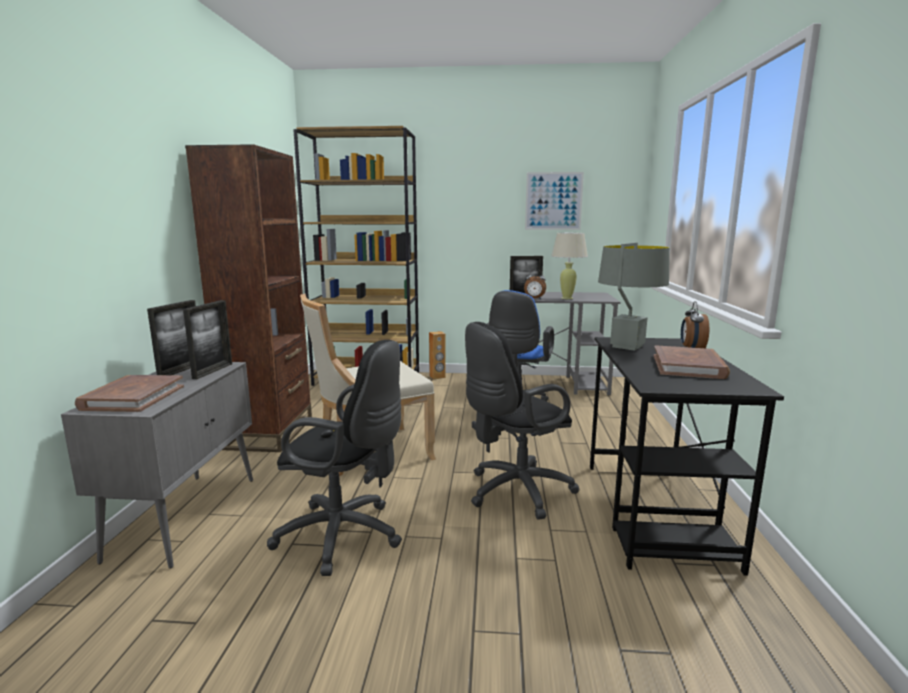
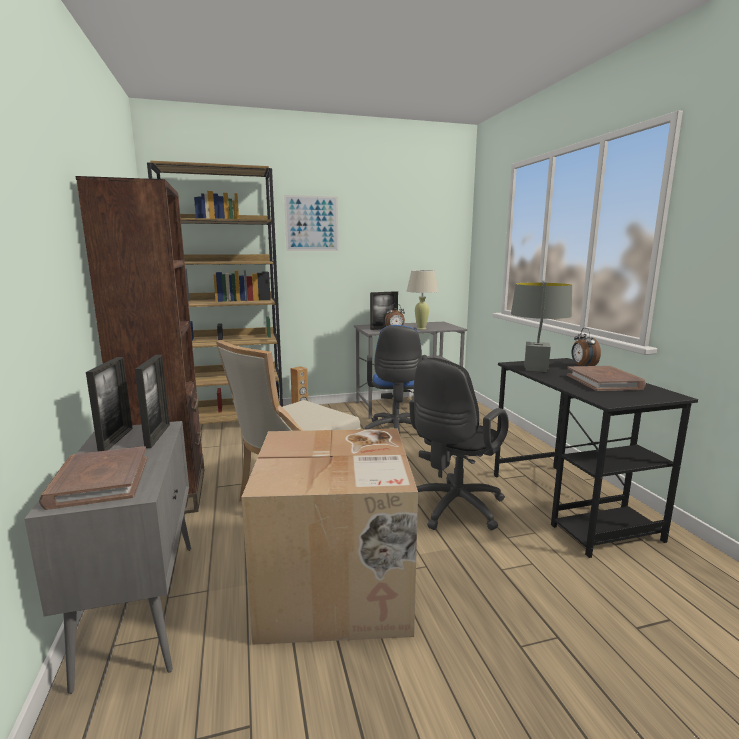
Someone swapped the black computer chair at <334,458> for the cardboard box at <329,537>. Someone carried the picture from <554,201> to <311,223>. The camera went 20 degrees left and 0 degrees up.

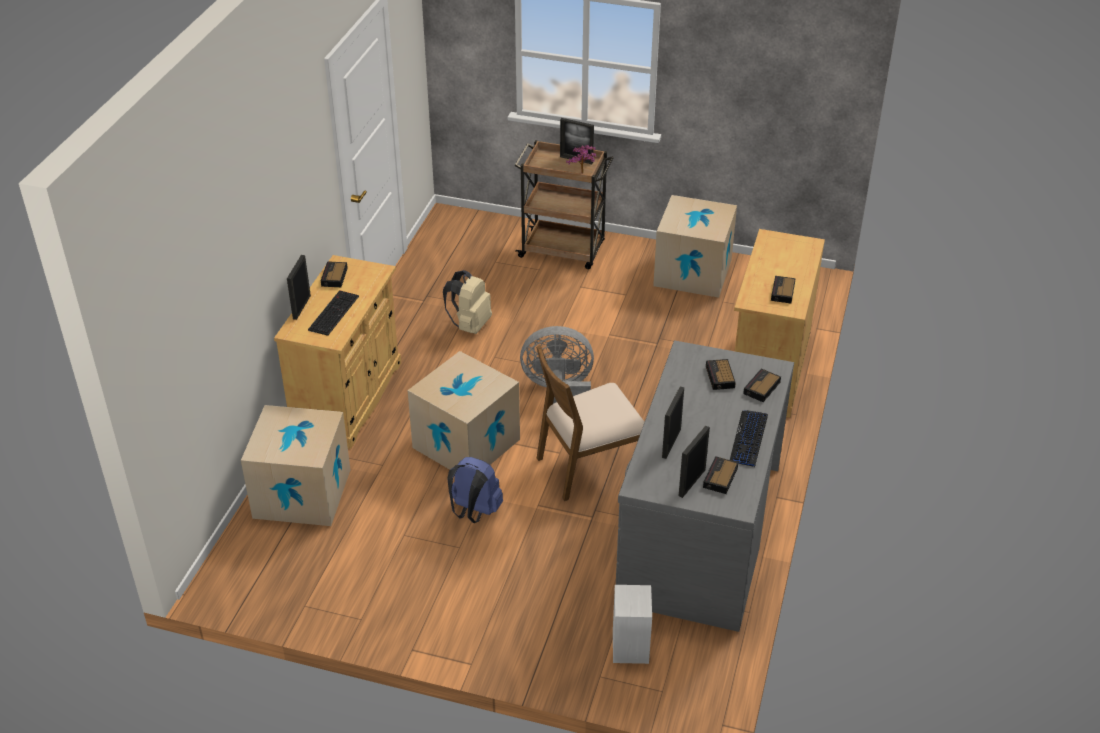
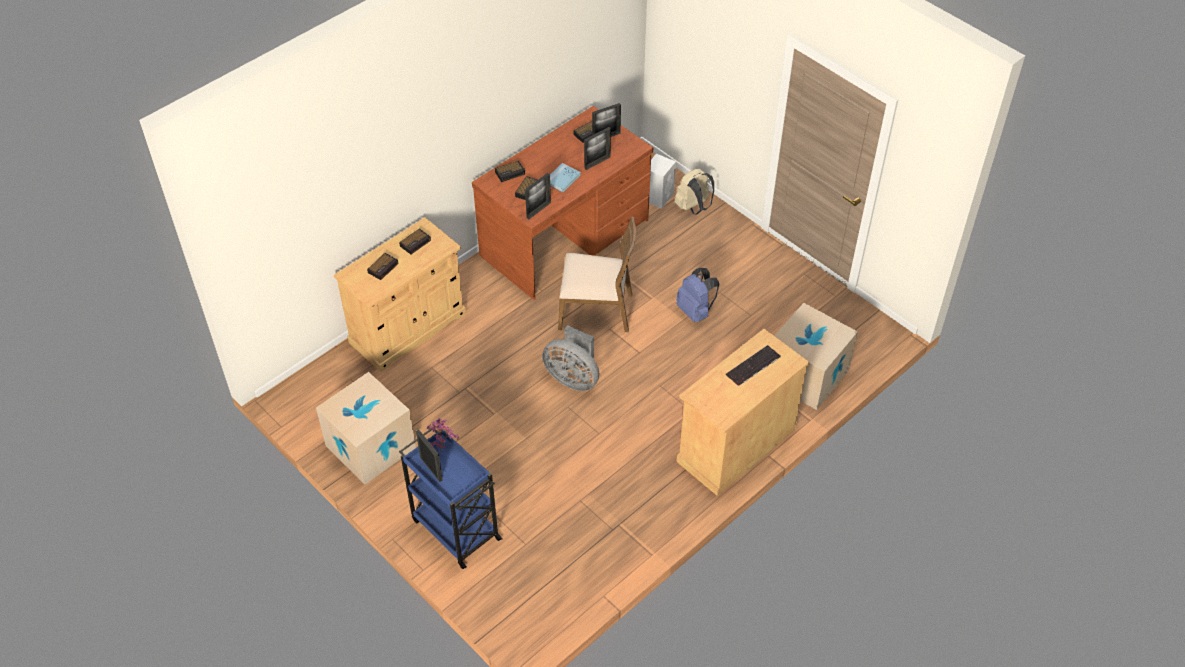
Someone carried the photo frame from <299,287> to <538,196>. Someone carried the table clock from <334,274> to <382,266>. Someone took away the cardboard box at <463,410>. Someone carried the sand-coloured knapsack from <467,302> to <694,192>. Someone repainted the brown trolley at <563,204>, which became the bluish trolley at <451,499>. Someone repainted the gray desk table at <705,486>, which became the brown desk table at <562,203>. Someone took away the computer keyboard at <749,438>. Someone put down the bluish book at <565,177>. The camera went 150 degrees left and 10 degrees up.

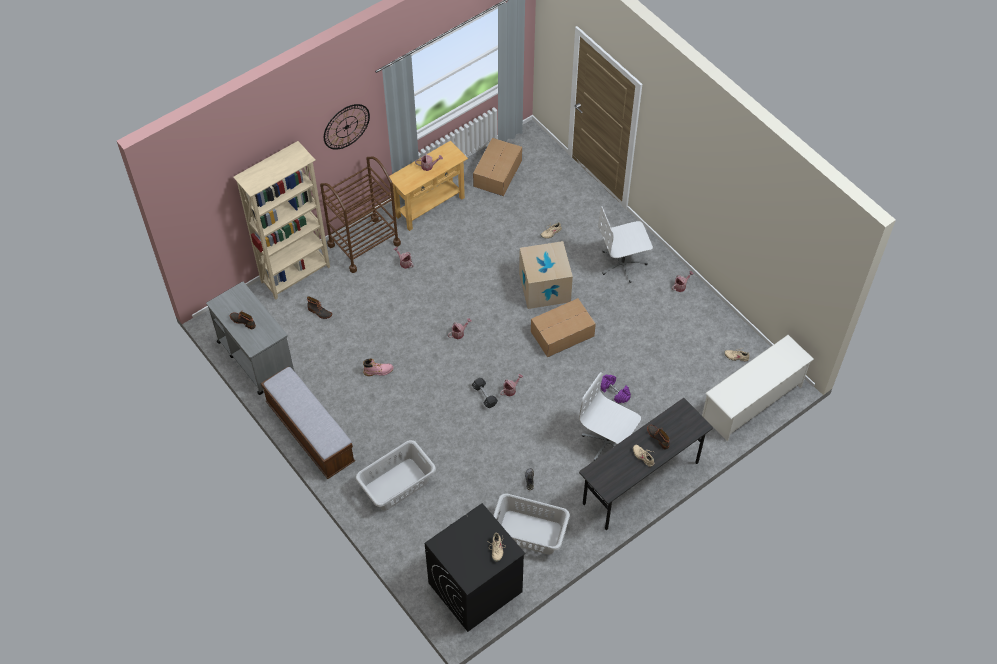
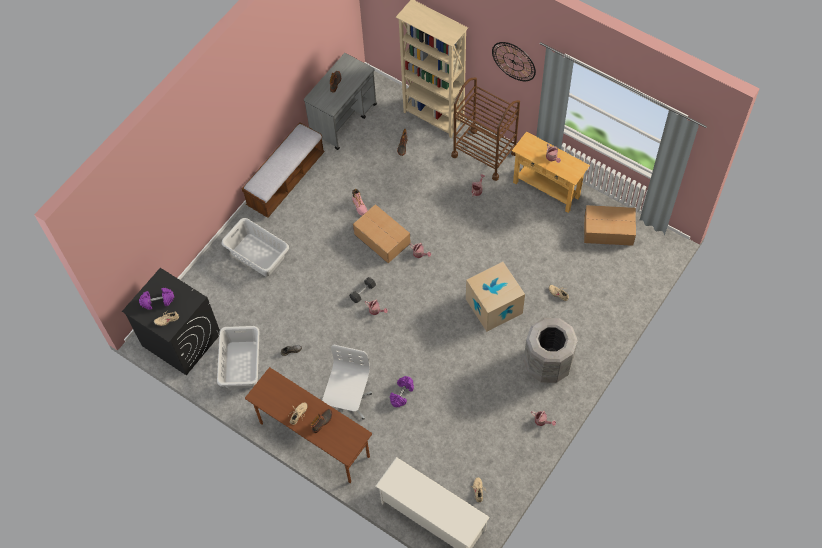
Someone carried the cardboard box from <563,327> to <382,233>. Someone repainted the gray desk table at <646,464>, which became the brown desk table at <308,425>. Someone swapped the white computer chair at <625,244> for the gray rubbish bin at <551,350>. Someone put down the purple-coloured dumbbell at <156,299>. The camera went 75 degrees right and 5 degrees up.

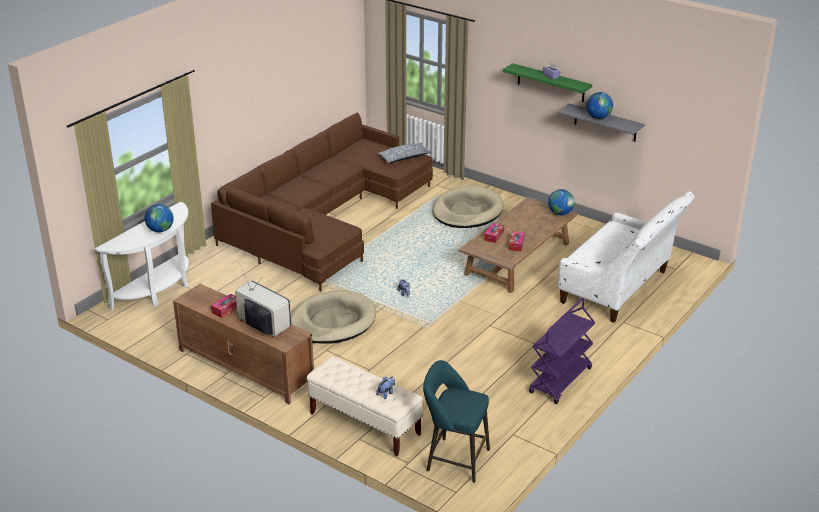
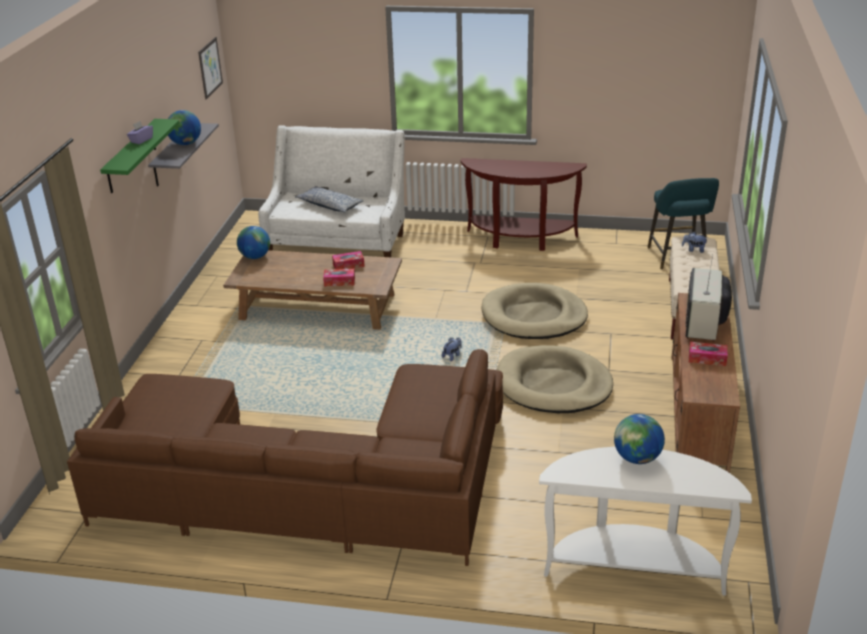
Someone carried the throw pillow from <403,153> to <329,199>. Someone carried the sand-coloured pet bed from <468,207> to <534,311>. Someone swapped the purple-coloured trolley at <562,350> for the brown narrow table at <524,204>. Someone put up the picture at <210,68>. The camera went 115 degrees left and 0 degrees up.

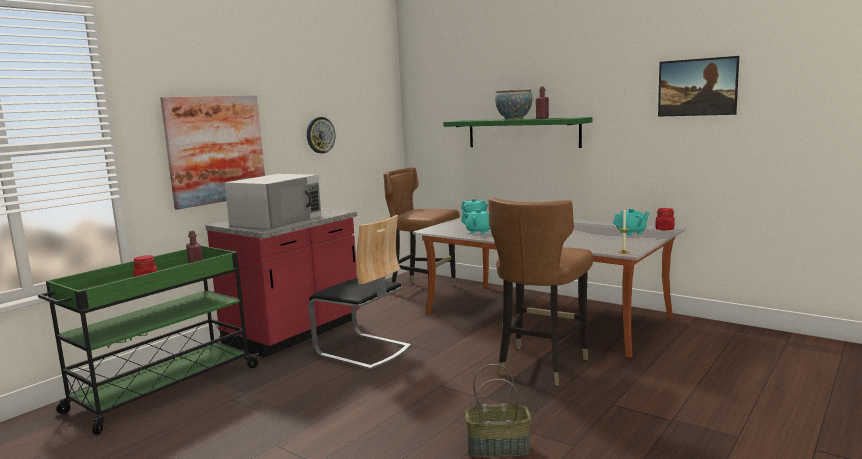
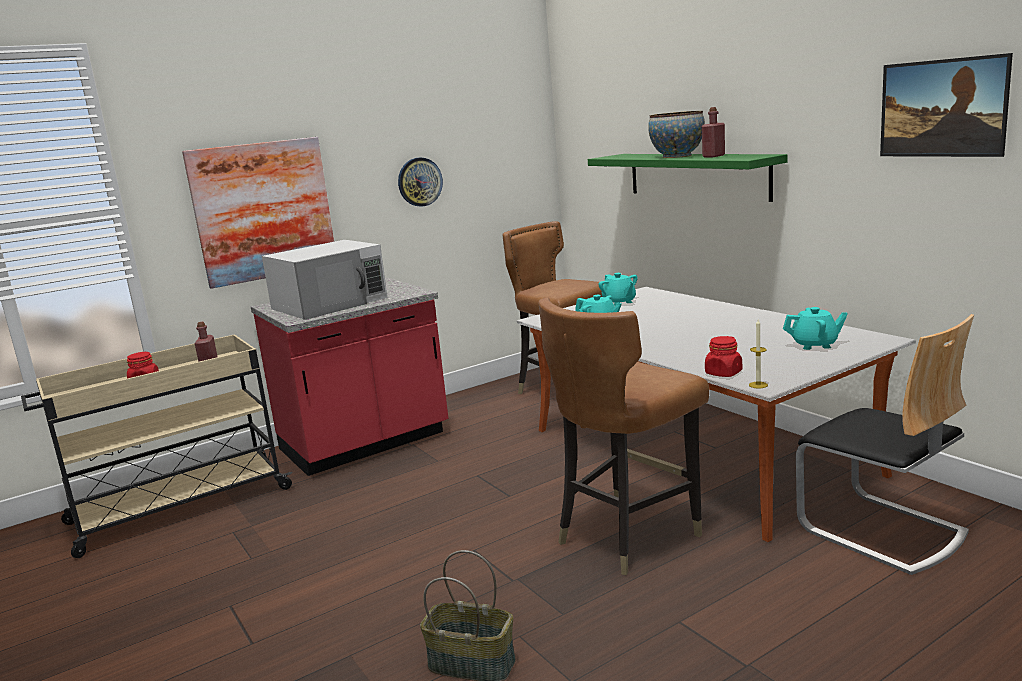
Someone repainted the green-coloured trolley at <148,340>, which became the sand-coloured trolley at <156,446>. Someone carried the chair from <360,292> to <885,444>. Someone carried the red-coloured storage jar from <665,219> to <723,356>. The camera went 20 degrees right and 5 degrees up.

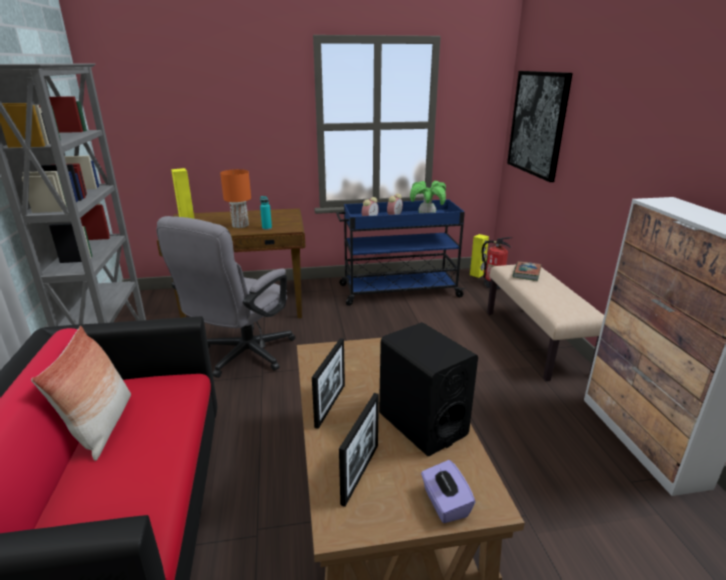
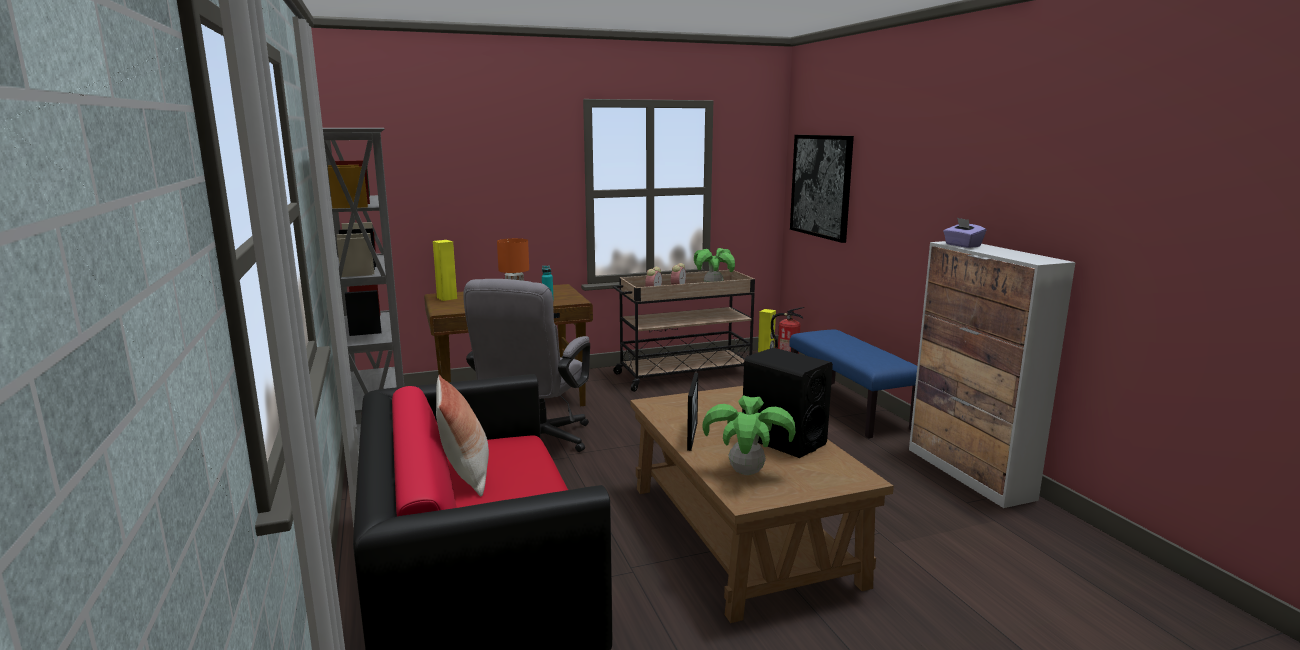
Someone repainted the bluish trolley at <400,252>, which became the sand-coloured trolley at <684,331>. Someone swapped the photo frame at <359,450> for the houseplant at <748,435>. Someone carried the purple-coloured tissue box from <448,491> to <964,233>. Someone repainted the sand-coloured indoor bench at <545,323>, which became the bluish indoor bench at <853,384>. Someone took away the book at <527,271>. The camera went 10 degrees left and 10 degrees down.

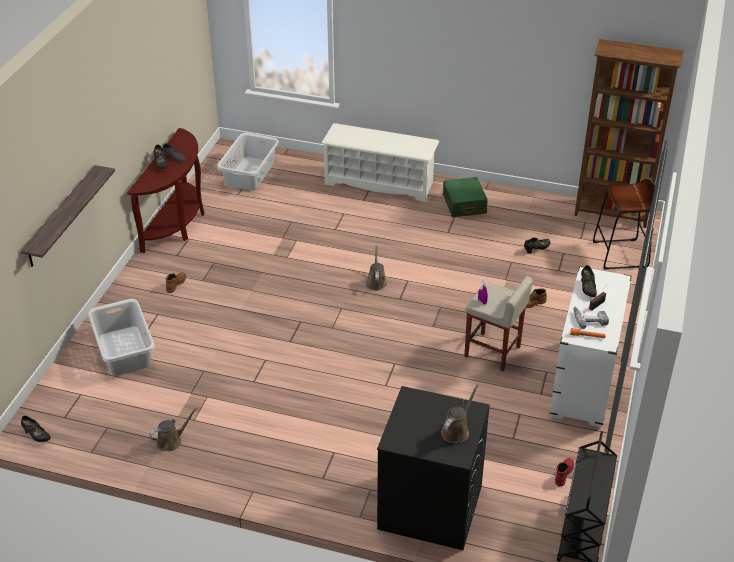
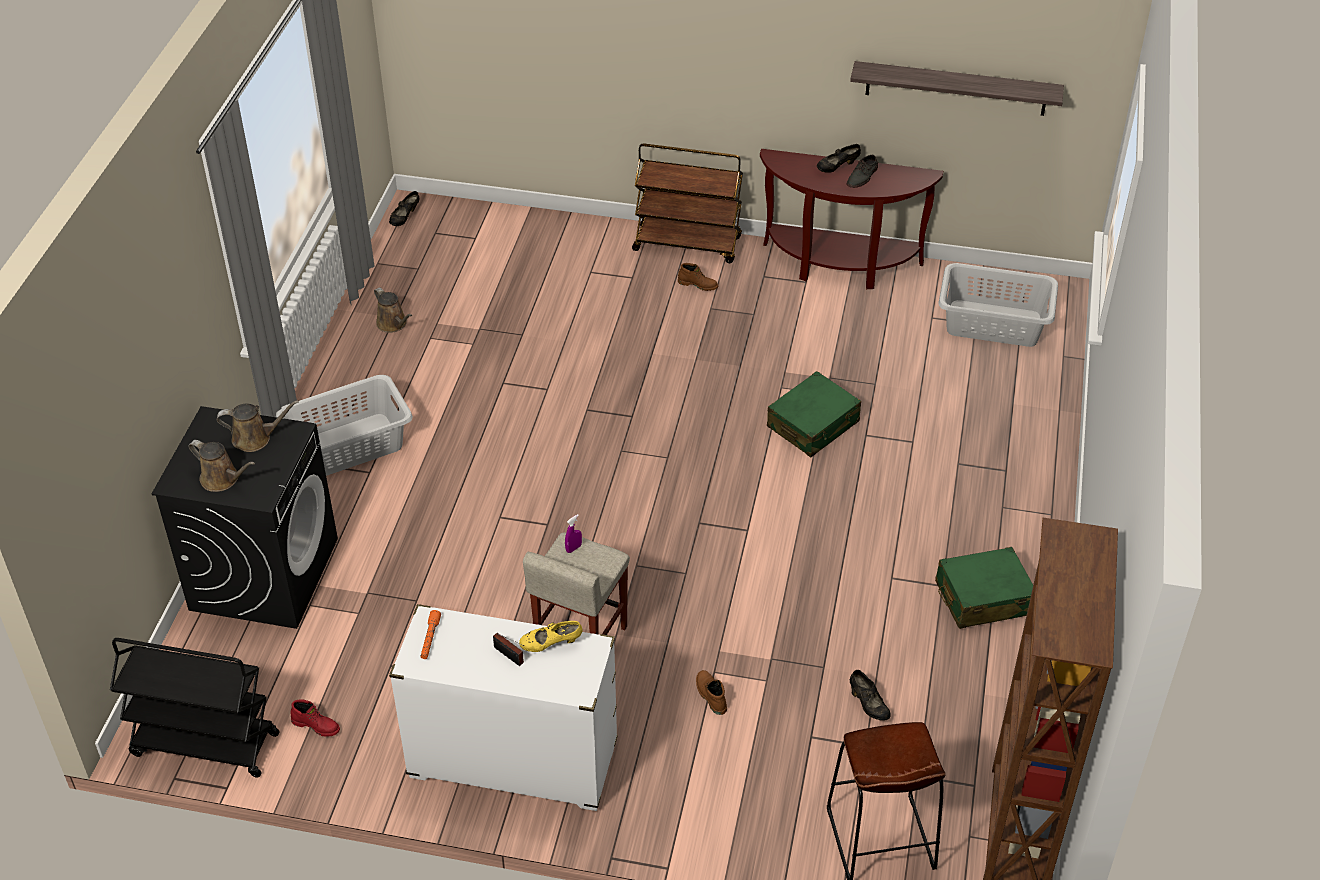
Someone carried the wall shelf from <68,216> to <957,88>. Someone carried the gray hamper from <121,337> to <344,425>. Someone took away the white shoe shelf at <380,162>. Someone carried the brown sprinkling can from <376,268> to <258,426>. Someone took away the drill at <591,318>. Someone repainted the black low shoe at <589,281>, which became the yellowish low shoe at <551,636>. Someone put down the brown trolley at <687,203>. Someone put down the green-coloured suitcase at <814,414>. The camera went 85 degrees right and 5 degrees up.

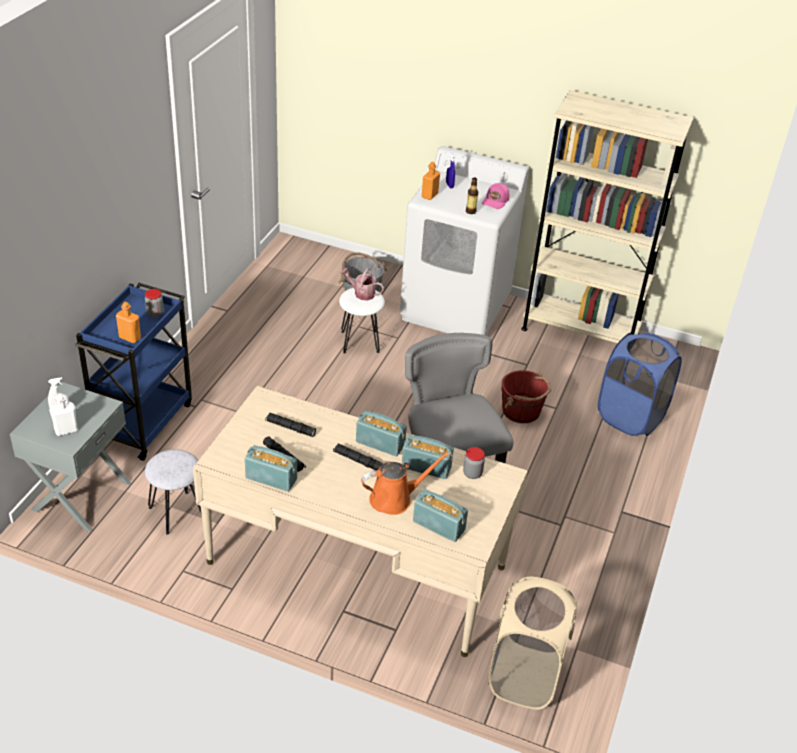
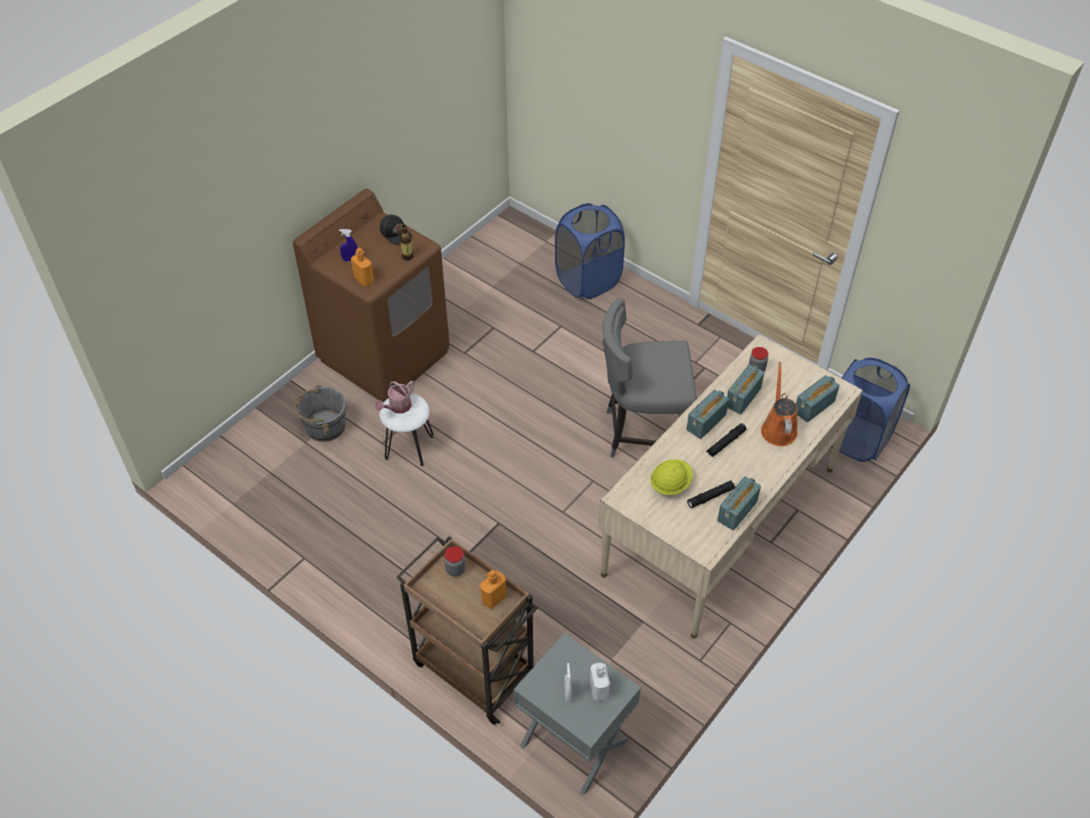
Someone repainted the bluish trolley at <133,372>, which became the brown trolley at <467,630>. Someone took away the gray stool seat at <173,492>. Someone swapped the black hand torch at <290,424> for the yellowish hard hat at <672,477>. Someone repainted the white laundry machine at <464,240>, which became the brown laundry machine at <371,296>. Someone repainted the pinkish peaked cap at <495,196>, which became the black peaked cap at <396,230>. Someone repainted the sand-coloured hamper at <532,643>, which became the bluish hamper at <870,410>. Someone took away the red-coloured water bucket at <526,396>. Someone took away the sand-coloured bookshelf at <607,216>. The camera went 70 degrees left and 10 degrees up.

